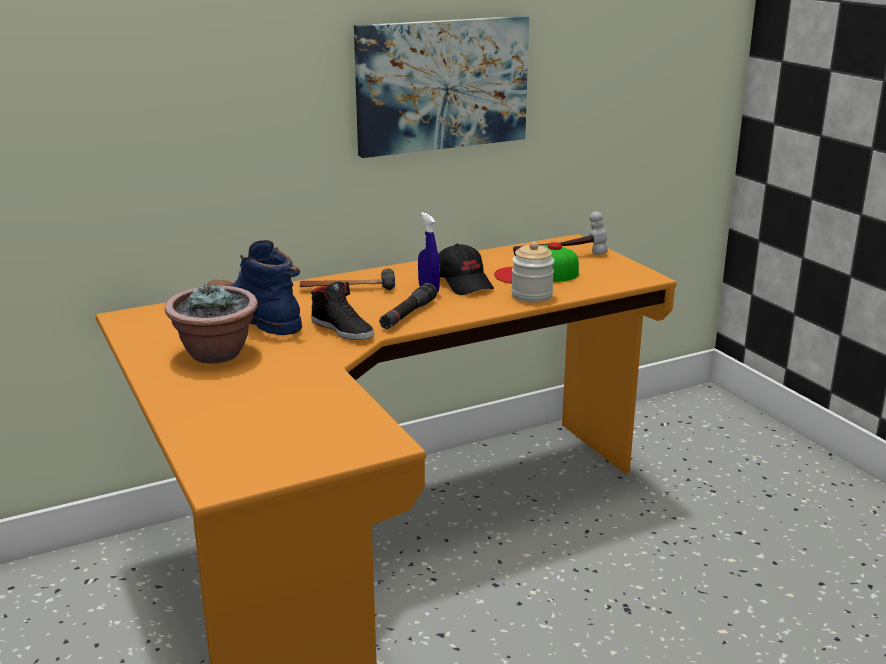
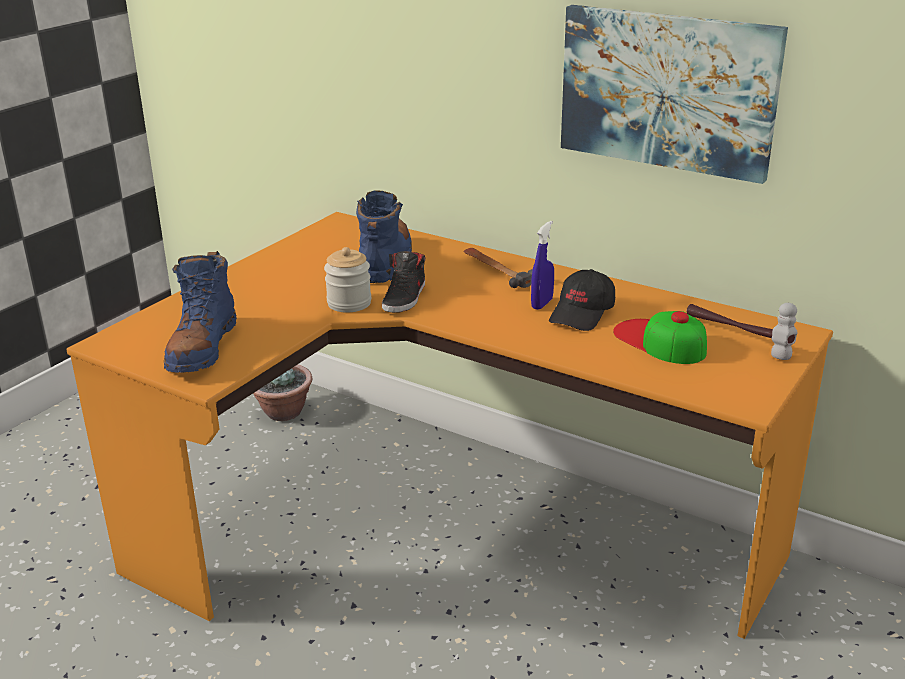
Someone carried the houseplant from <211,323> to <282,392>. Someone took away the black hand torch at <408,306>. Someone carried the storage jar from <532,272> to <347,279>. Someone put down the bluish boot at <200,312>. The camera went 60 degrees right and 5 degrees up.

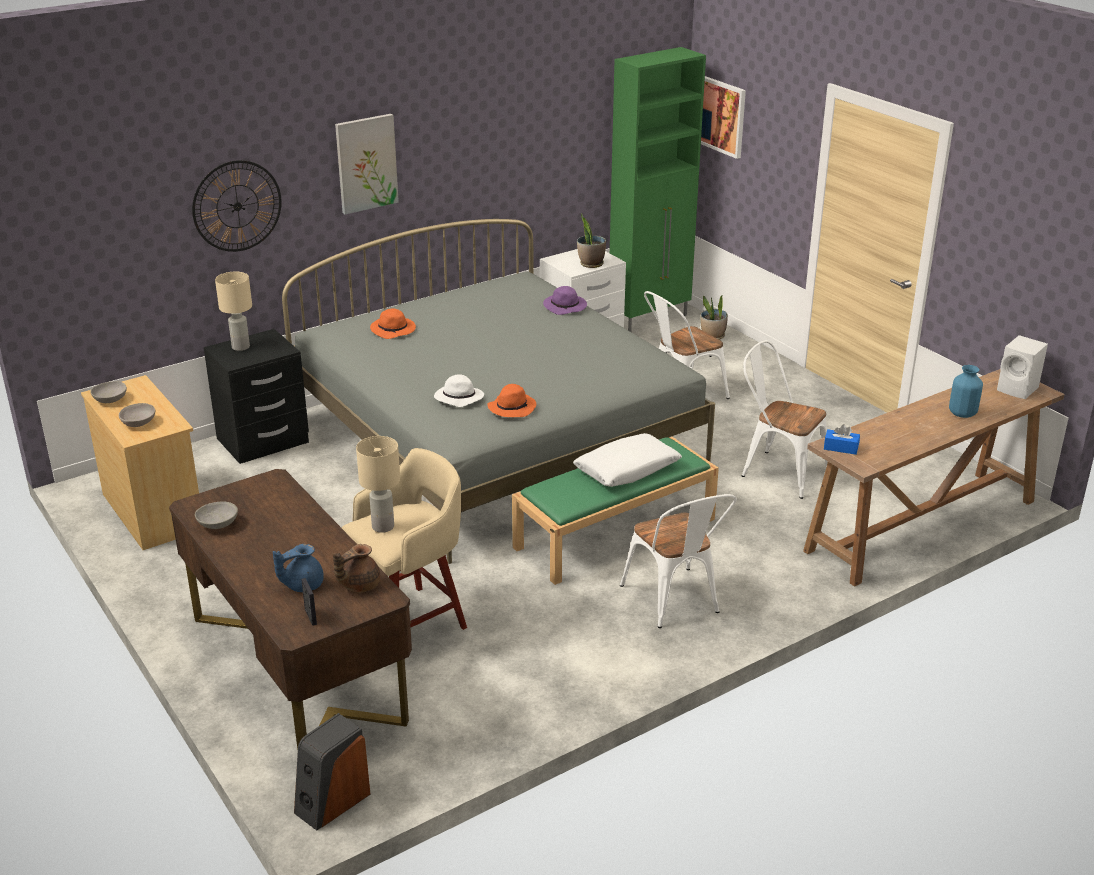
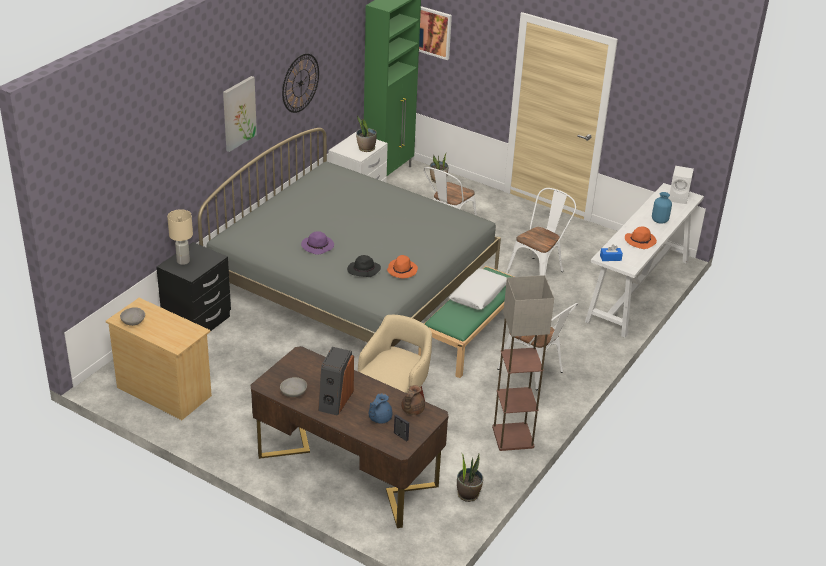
Someone took away the gray serving bowl at <137,415>. Someone carried the hanging clock from <237,206> to <300,83>. Someone carried the audio speaker from <332,772> to <336,381>. Someone took away the sand-coloured lamp for a table at <378,484>. Someone carried the orange-coloured wearable hat from <393,324> to <641,237>. Someone repainted the white wearable hat at <459,390>, which became the black wearable hat at <364,266>. Someone carried the purple-coloured wearable hat from <565,300> to <317,243>. Someone rotated the white chair at <785,419> by 120 degrees clockwise. Someone repainted the brown narrow table at <934,478>, which became the white narrow table at <644,260>. Someone put down the houseplant at <470,478>. Someone put down the standing lamp at <523,363>. The camera went 25 degrees left and 5 degrees up.

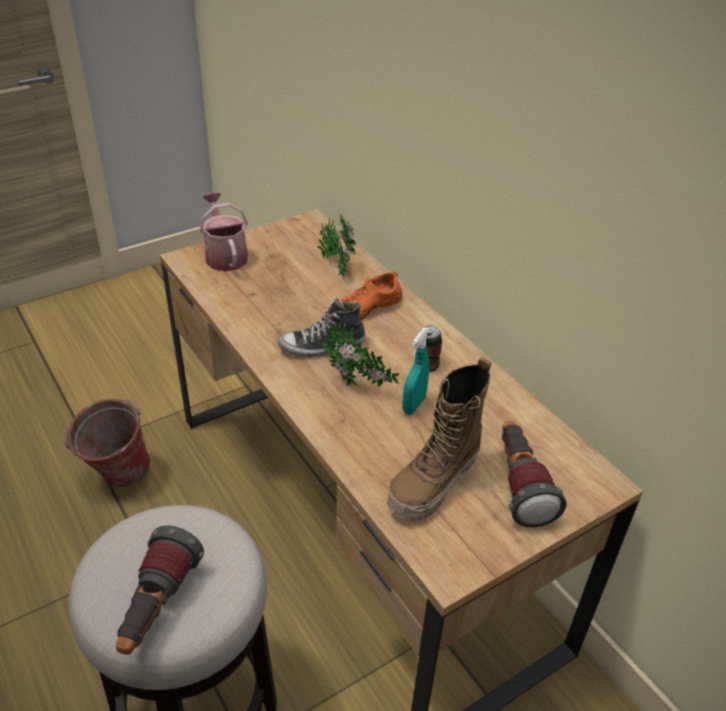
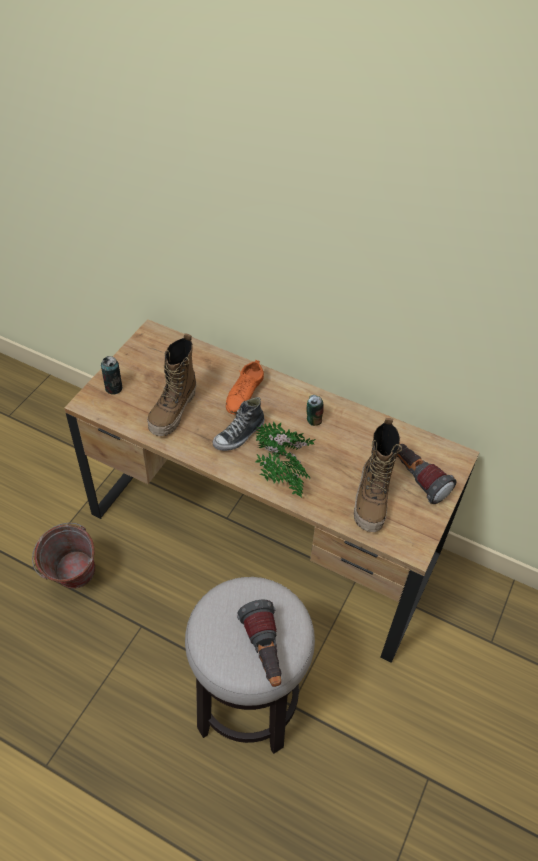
Someone swapped the sprinkling can at <224,232> for the metal can at <111,375>. Someone carried the houseplant from <336,246> to <282,473>. Someone took away the blue-green spray bottle at <416,371>. Someone put down the boot at <172,384>. The camera went 30 degrees left and 10 degrees up.

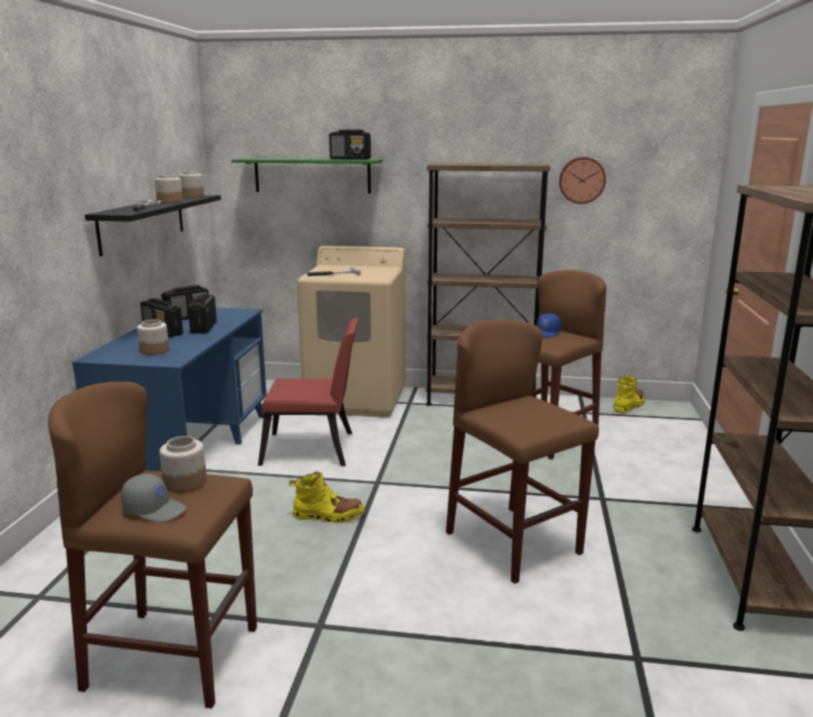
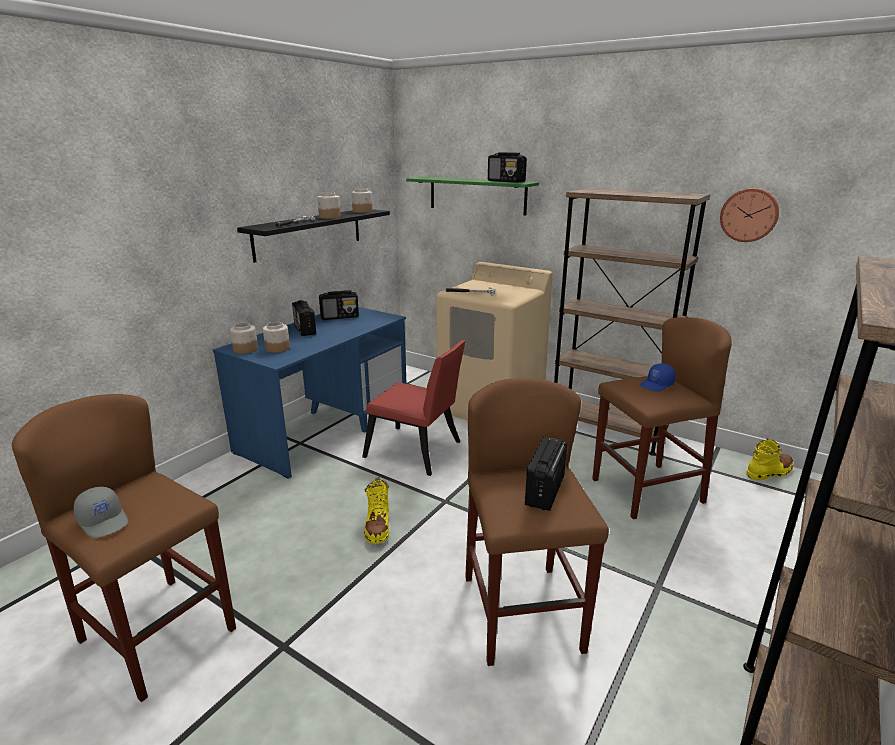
Someone carried the storage jar from <183,464> to <244,338>. Someone carried the radio from <202,314> to <545,474>. Someone rotated the yellowish boot at <327,497> by 60 degrees clockwise. The camera went 25 degrees right and 5 degrees up.

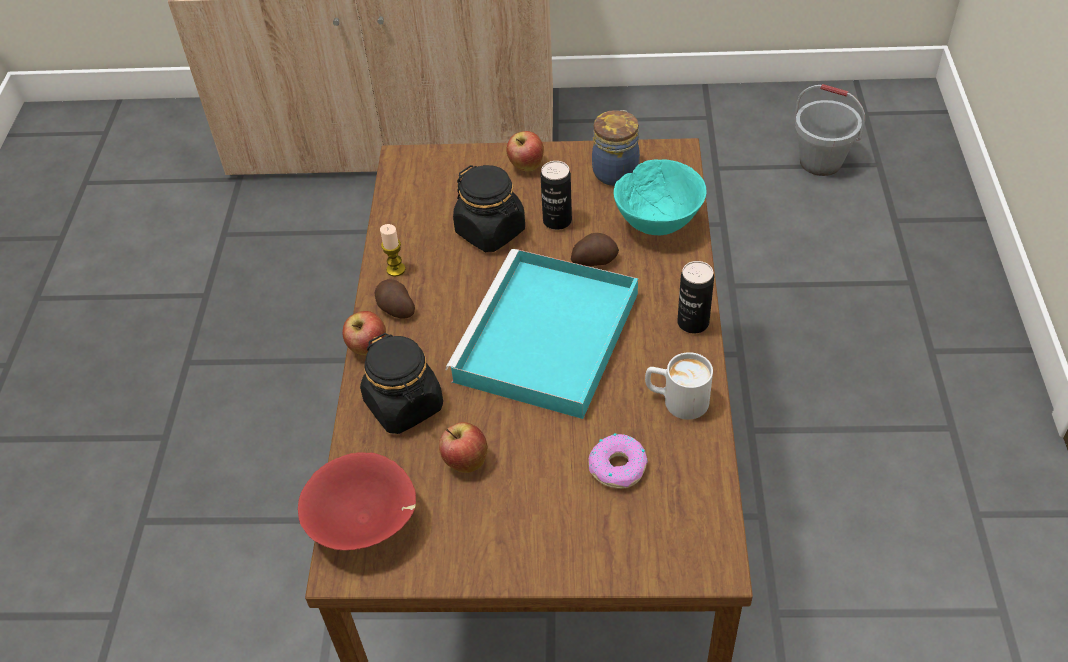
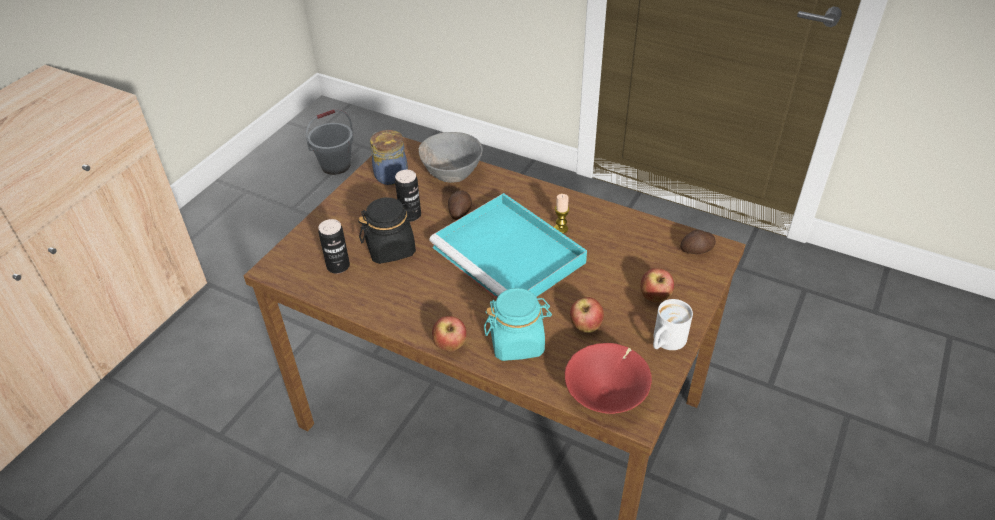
Someone repainted the black storage jar at <401,383>, which became the blue-green storage jar at <518,324>. Someone carried the potato from <395,299> to <698,242>. Someone carried the candle from <393,250> to <561,213>. Someone carried the whole apple from <525,151> to <657,285>. Someone took away the ring doughnut at <618,461>. Someone repainted the blue-green serving bowl at <660,197>, which became the gray serving bowl at <451,157>. Someone carried the white tea mug from <679,386> to <673,324>. Someone carried the metal can from <695,297> to <334,246>. The camera went 65 degrees left and 5 degrees down.

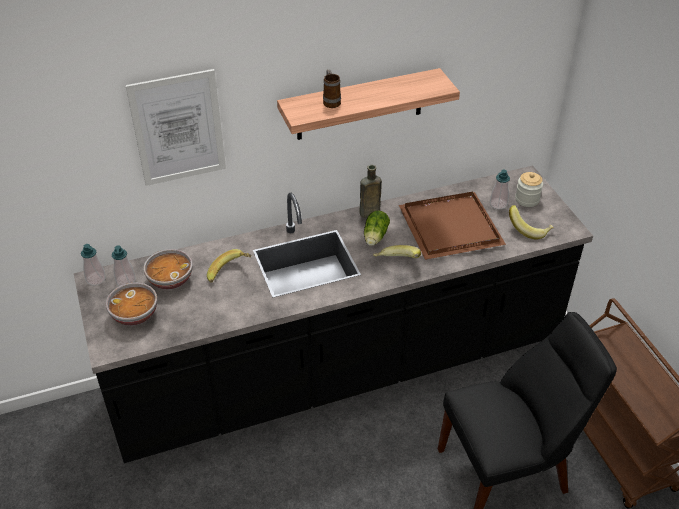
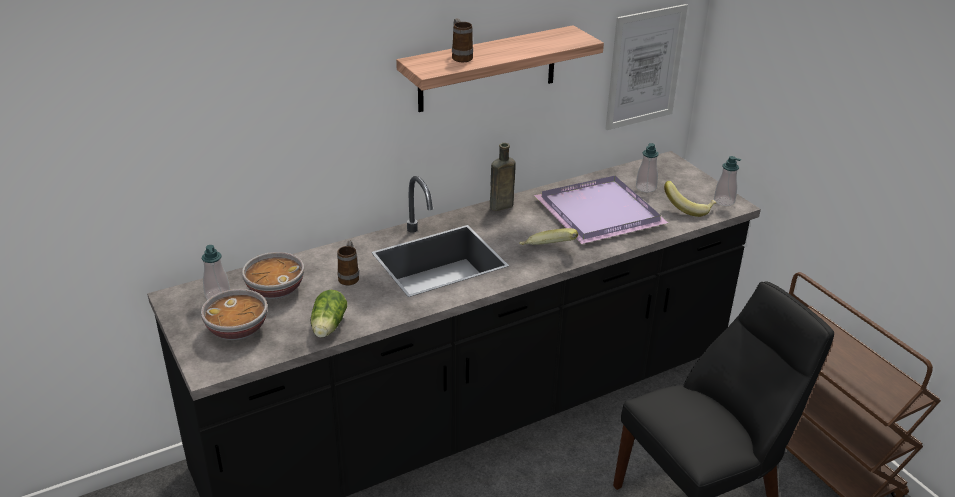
Someone carried the soap dispenser from <93,265> to <727,181>. Someone carried the picture from <175,127> to <647,67>. Someone swapped the banana fruit at <229,266> for the tea mug at <348,263>. Someone carried the head of lettuce from <377,228> to <329,314>. Someone repainted the brown tray at <452,226>, which became the purple-coloured tray at <601,210>. Someone took away the storage jar at <529,189>. The camera went 10 degrees left and 10 degrees down.

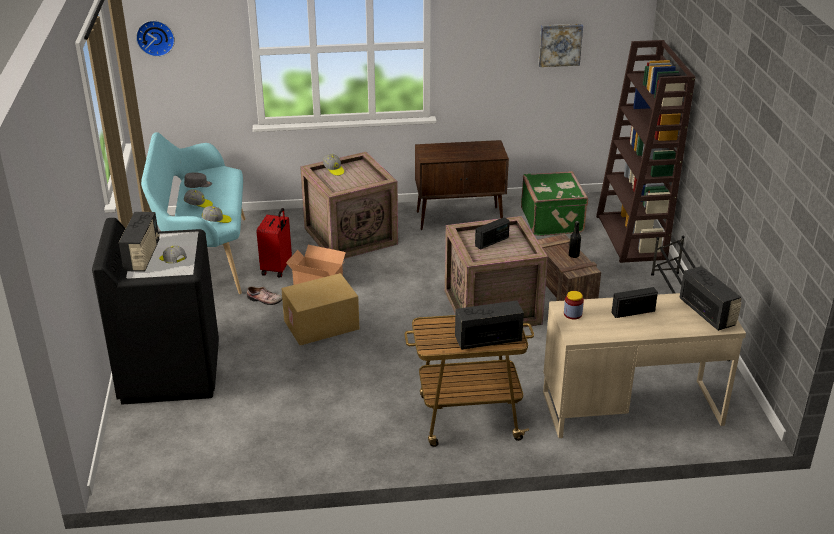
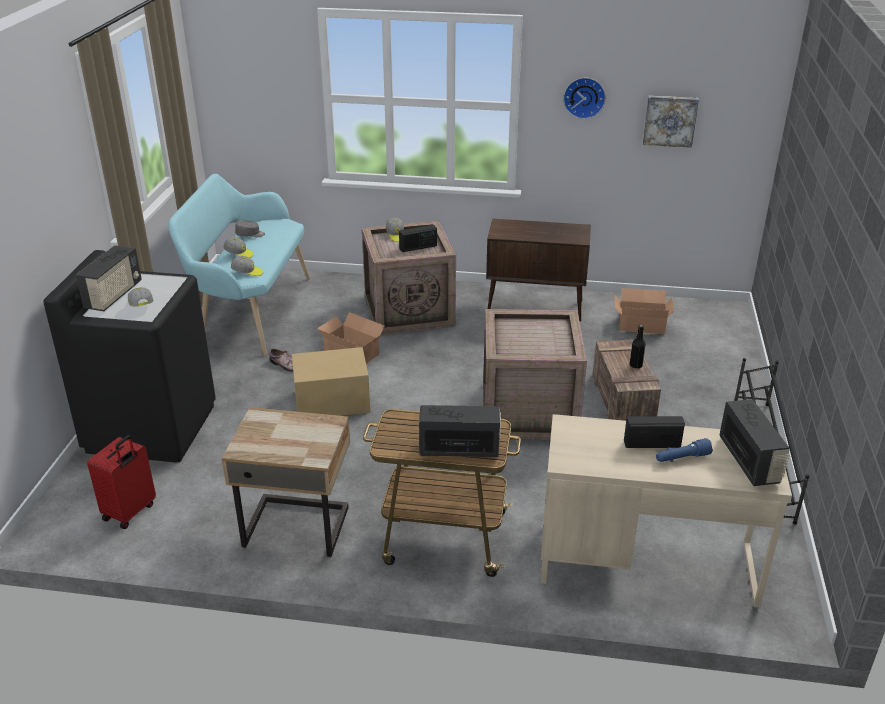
Someone carried the hanging clock from <155,38> to <584,98>. Someone carried the red-coloured suitcase from <274,243> to <121,482>. Someone carried the radio from <492,233> to <418,238>. Someone swapped the green-coloured suitcase at <554,203> for the cardboard box at <644,311>. Someone took away the storage jar at <574,305>. Someone took away the brown bookshelf at <646,151>. Someone put down the sand-coloured nightstand at <286,482>. Someone put down the bluish hand torch at <684,450>. The camera went 15 degrees right and 0 degrees up.

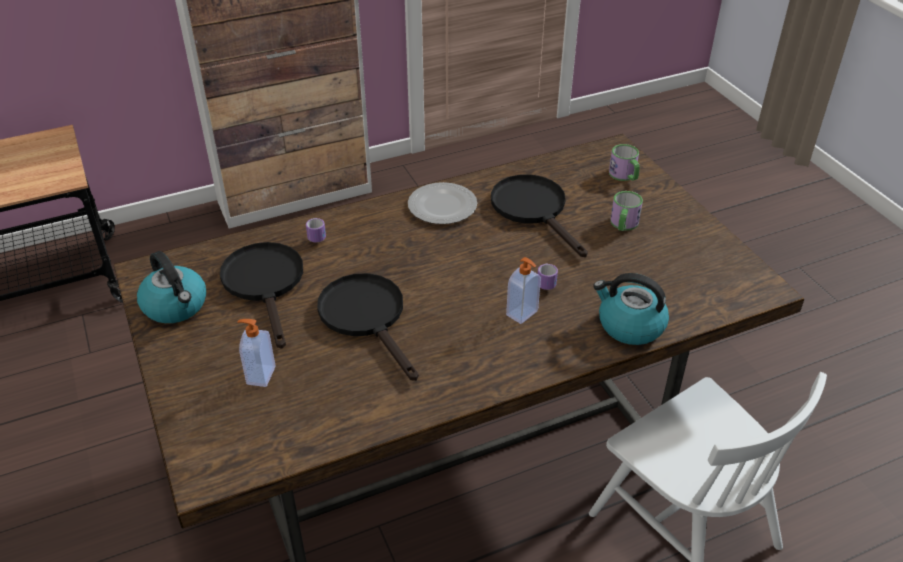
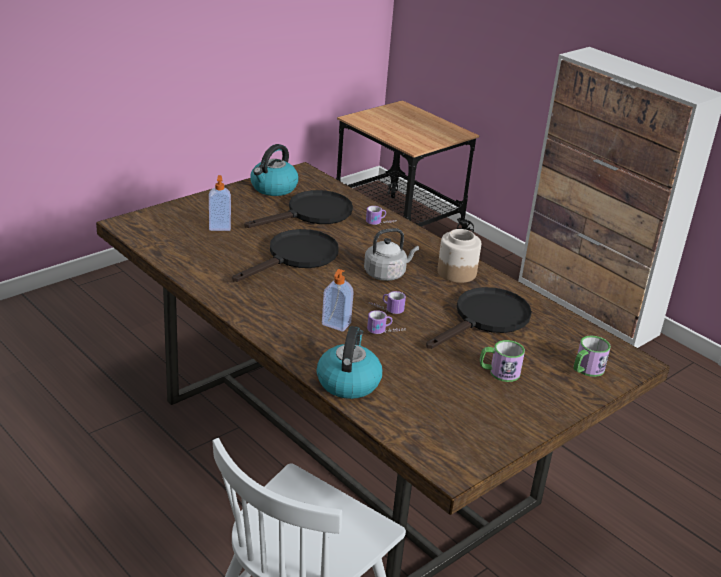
Someone swapped the plate at <442,203> for the storage jar at <459,256>. Someone put down the gray water kettle at <391,254>. Someone put down the tea mug at <388,302>. The camera went 70 degrees right and 10 degrees down.

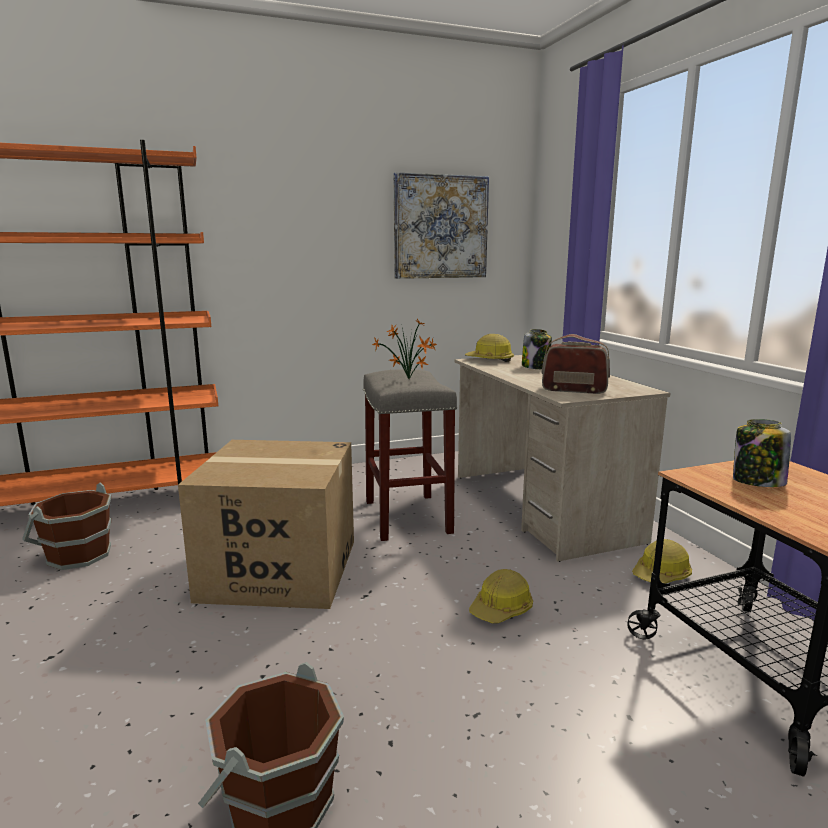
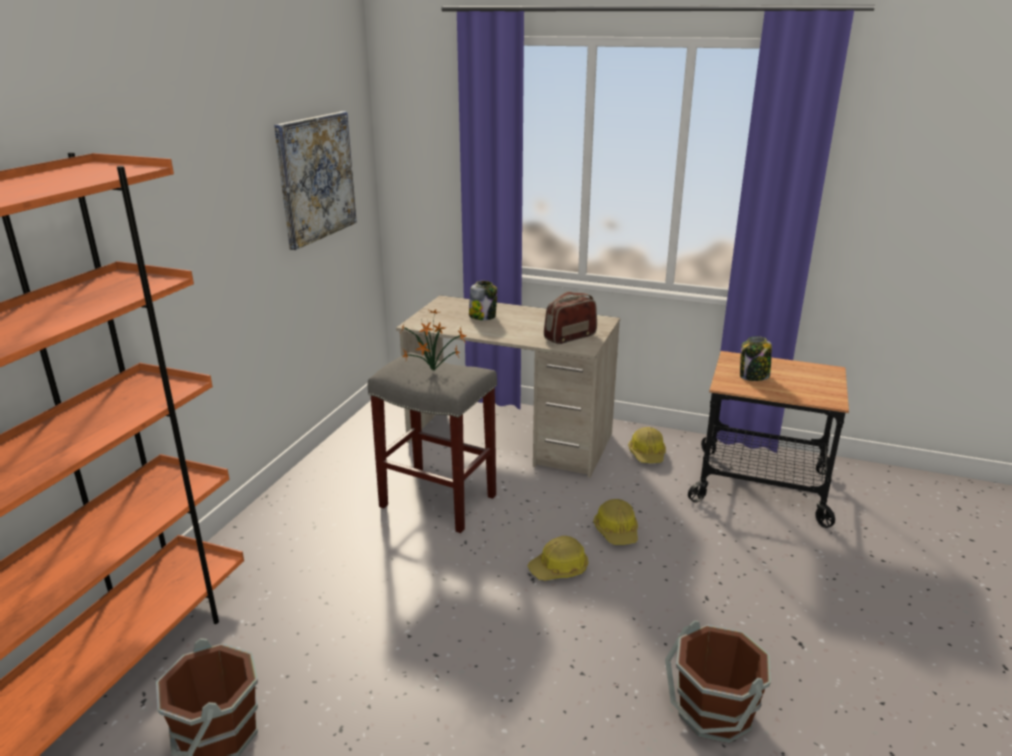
Someone took away the cardboard box at <266,524>. Someone carried the hard hat from <489,348> to <558,558>. The camera went 50 degrees left and 10 degrees up.

